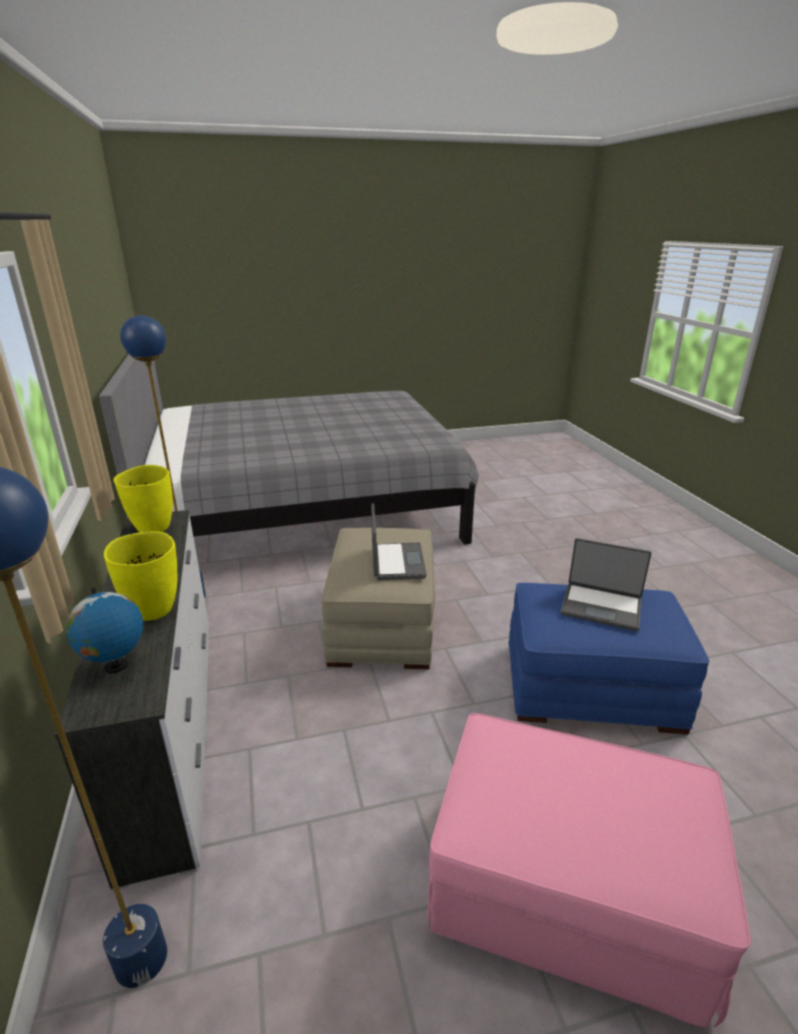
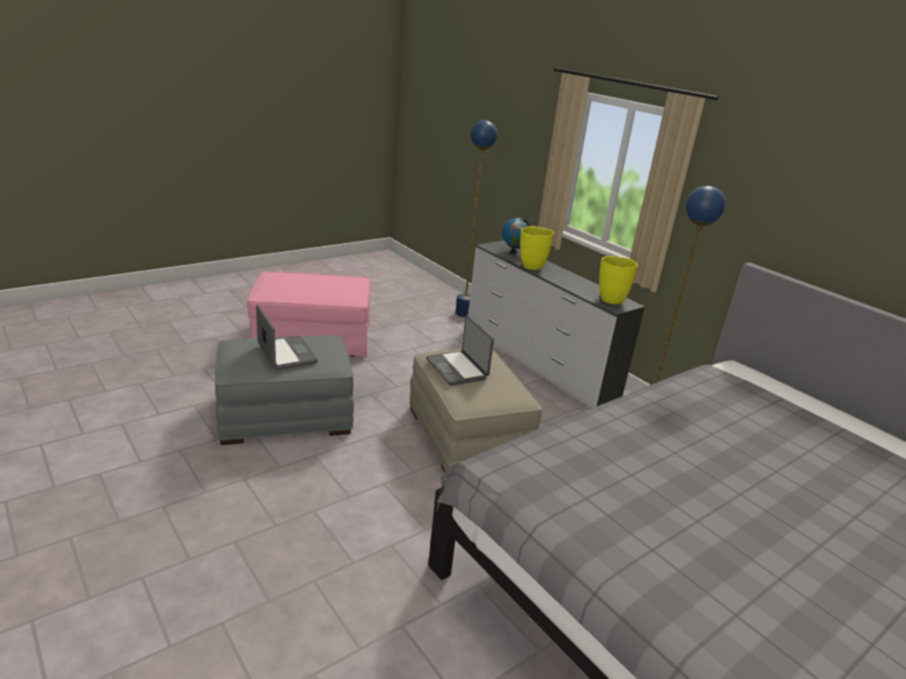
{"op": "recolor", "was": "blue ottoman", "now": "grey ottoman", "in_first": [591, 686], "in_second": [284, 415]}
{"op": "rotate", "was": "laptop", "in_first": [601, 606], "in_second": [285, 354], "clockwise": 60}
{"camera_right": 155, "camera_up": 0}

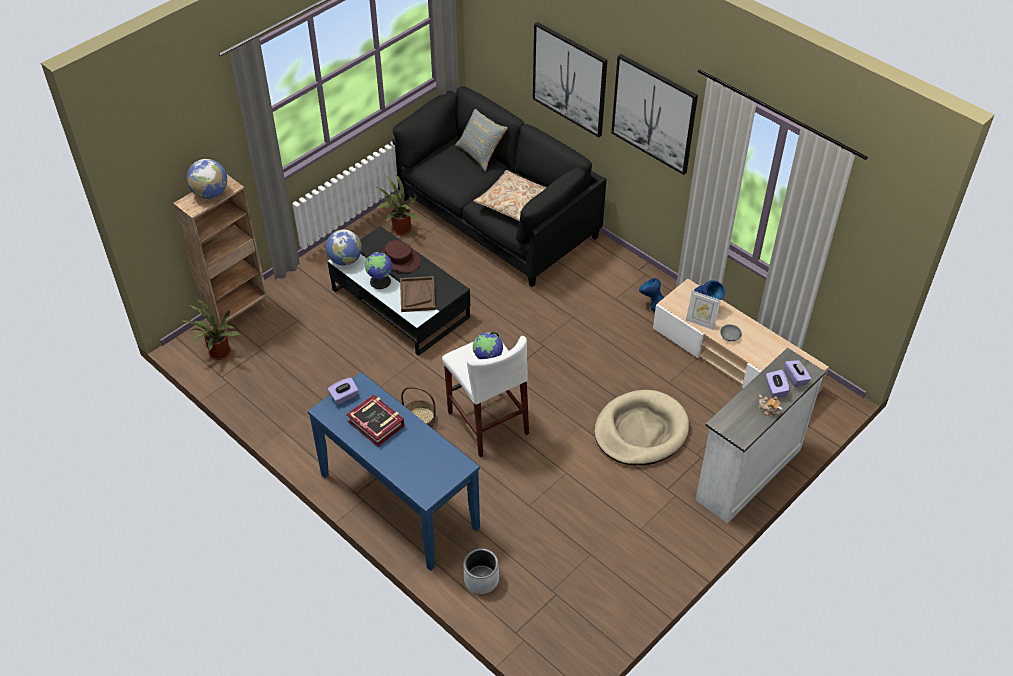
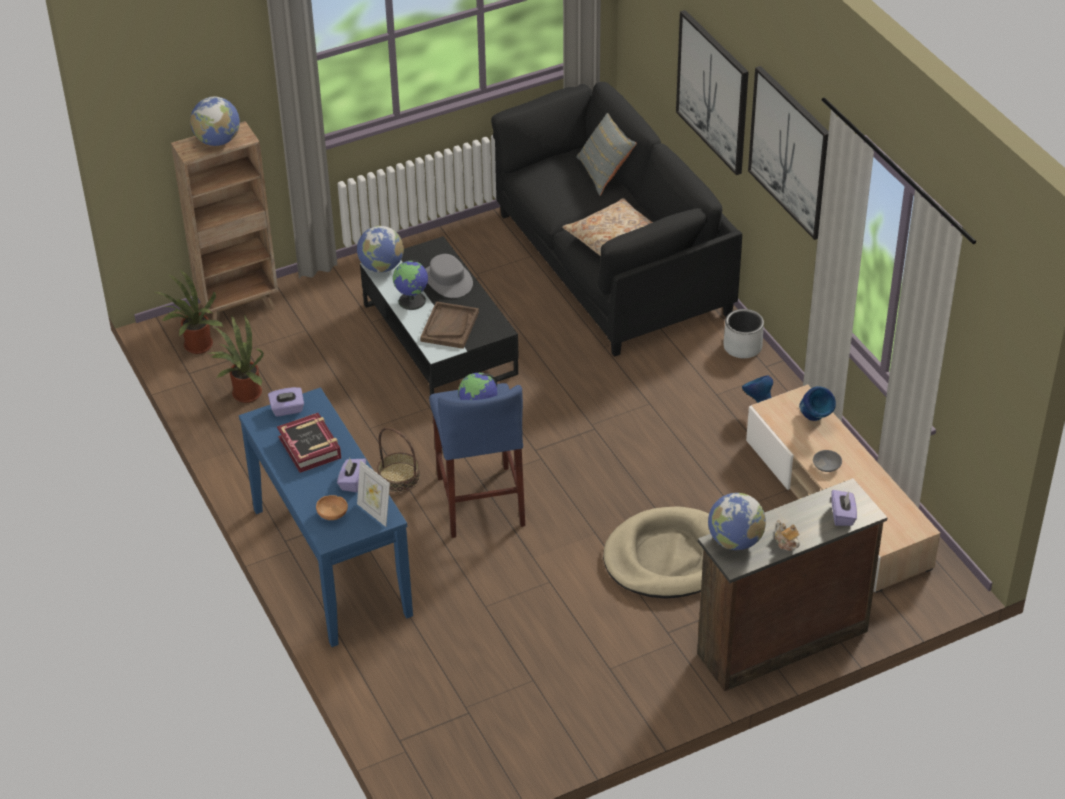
{"op": "move", "was": "potted plant", "in_first": [399, 229], "in_second": [244, 394]}
{"op": "recolor", "was": "brown hat", "now": "grey hat", "in_first": [399, 259], "in_second": [447, 280]}
{"op": "recolor", "was": "white stool", "now": "blue stool", "in_first": [487, 423], "in_second": [480, 501]}
{"op": "move", "was": "grey planter", "in_first": [481, 579], "in_second": [743, 347]}
{"op": "move", "was": "picture frame", "in_first": [700, 323], "in_second": [375, 513]}
{"op": "recolor", "was": "white dresser", "now": "brown dresser", "in_first": [746, 474], "in_second": [780, 641]}
{"op": "move", "was": "purple tissue box", "in_first": [775, 389], "in_second": [352, 482]}
{"op": "insert", "now": "brown bowl", "in_second": [333, 515]}
{"op": "insert", "now": "globe", "in_second": [735, 541]}
{"camera_right": 20, "camera_up": -5}

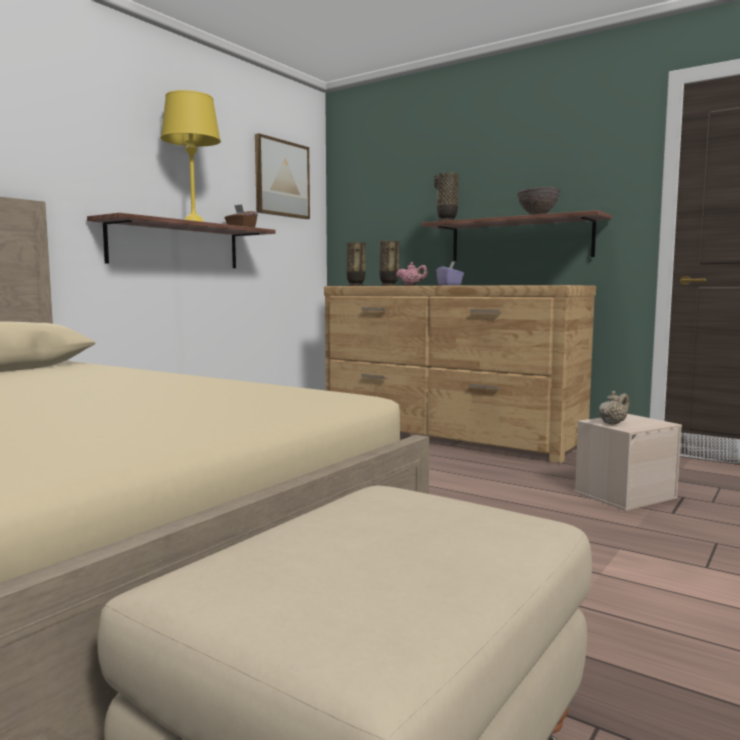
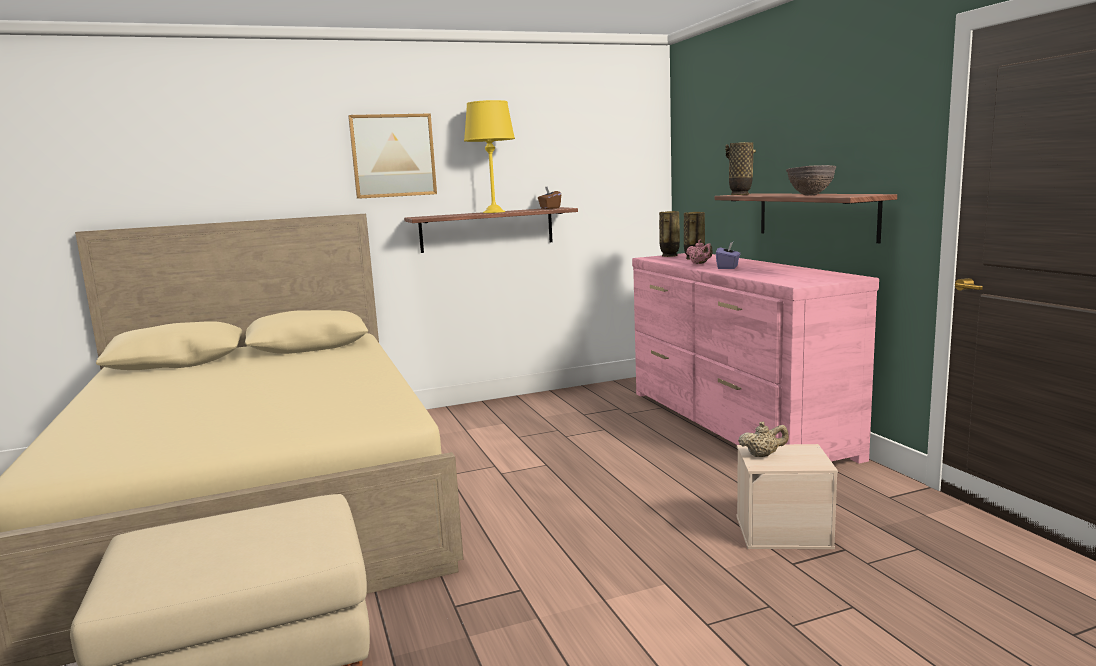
{"op": "move", "was": "picture", "in_first": [281, 178], "in_second": [393, 156]}
{"op": "recolor", "was": "brown dresser", "now": "pink dresser", "in_first": [448, 435], "in_second": [734, 423]}
{"camera_right": 35, "camera_up": 5}

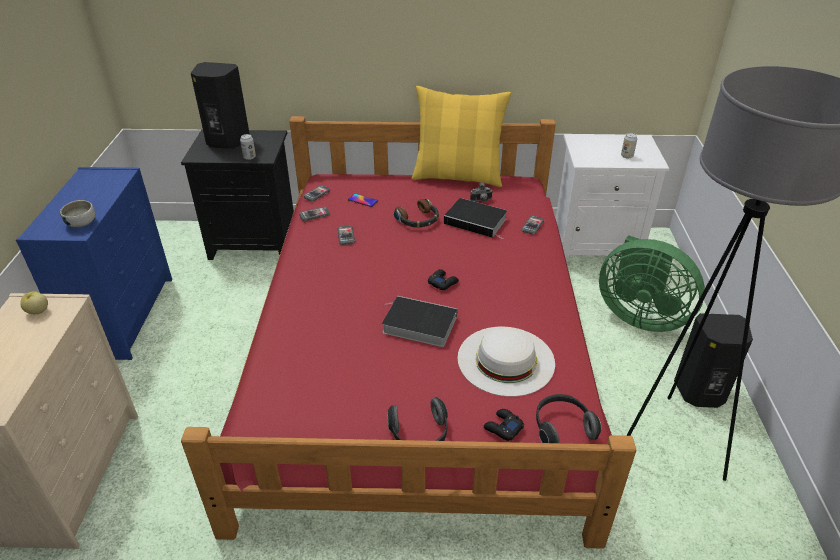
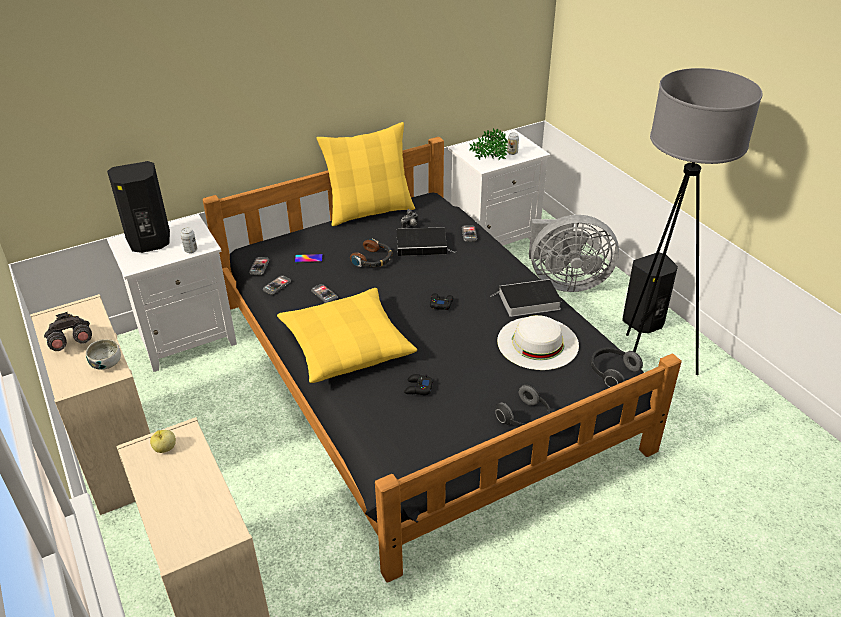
{"op": "recolor", "was": "blue dresser", "now": "beige dresser", "in_first": [125, 315], "in_second": [117, 454]}
{"op": "recolor", "was": "red bed", "now": "black bed", "in_first": [418, 347], "in_second": [420, 371]}
{"op": "recolor", "was": "black nightstand", "now": "white nightstand", "in_first": [256, 241], "in_second": [187, 337]}
{"op": "move", "was": "book", "in_first": [417, 324], "in_second": [527, 301]}
{"op": "move", "was": "black game controller", "in_first": [503, 427], "in_second": [418, 388]}
{"op": "recolor", "was": "green fan", "now": "grey fan", "in_first": [640, 315], "in_second": [565, 282]}
{"op": "insert", "now": "grey binoculars", "in_second": [71, 343]}
{"op": "insert", "now": "yellow pillow", "in_second": [346, 345]}
{"op": "insert", "now": "potted plant", "in_second": [488, 159]}
{"camera_right": -30, "camera_up": 0}

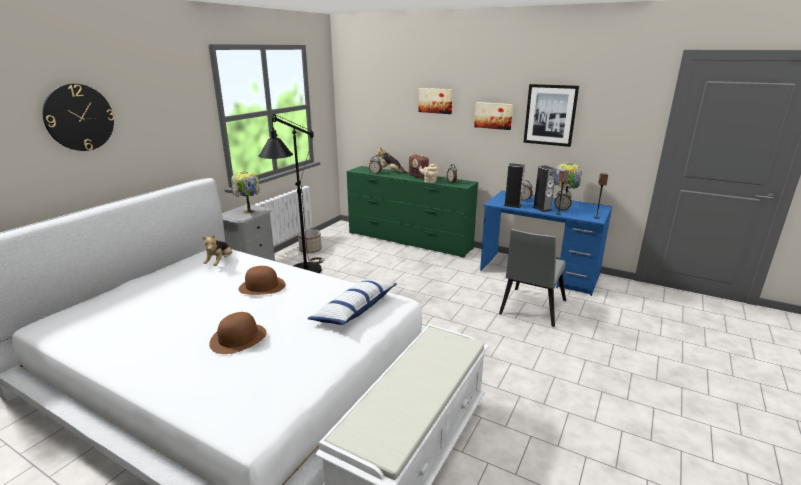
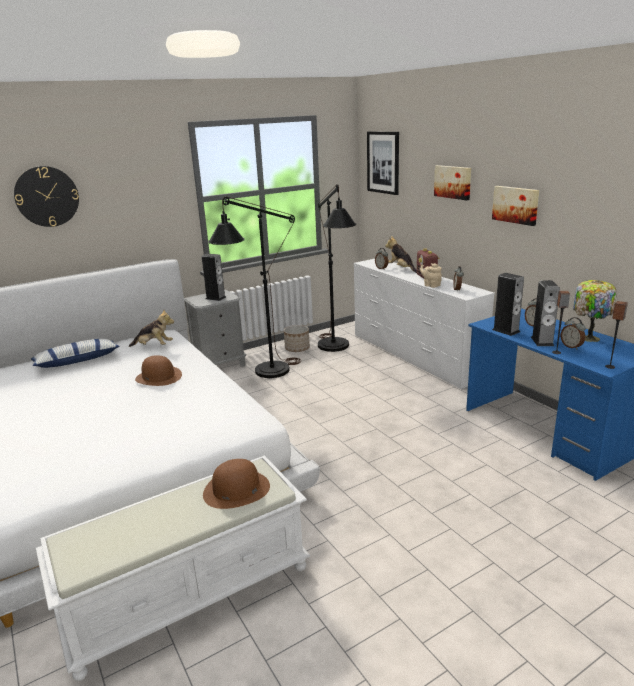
{"op": "rotate", "was": "plush toy", "in_first": [220, 263], "in_second": [154, 346], "clockwise": -120}
{"op": "move", "was": "brown hat", "in_first": [238, 338], "in_second": [236, 490]}
{"op": "replace", "was": "table lamp", "now": "speaker", "in_first": [248, 212], "in_second": [215, 298]}
{"op": "move", "was": "pillow", "in_first": [355, 310], "in_second": [77, 361]}
{"op": "recolor", "was": "green dresser", "now": "white dresser", "in_first": [409, 240], "in_second": [414, 356]}
{"op": "delete", "was": "grey chair", "in_first": [530, 309]}
{"op": "move", "was": "picture", "in_first": [550, 115], "in_second": [383, 162]}
{"op": "insert", "now": "black floor lamp", "in_second": [335, 348]}
{"camera_right": 30, "camera_up": 0}

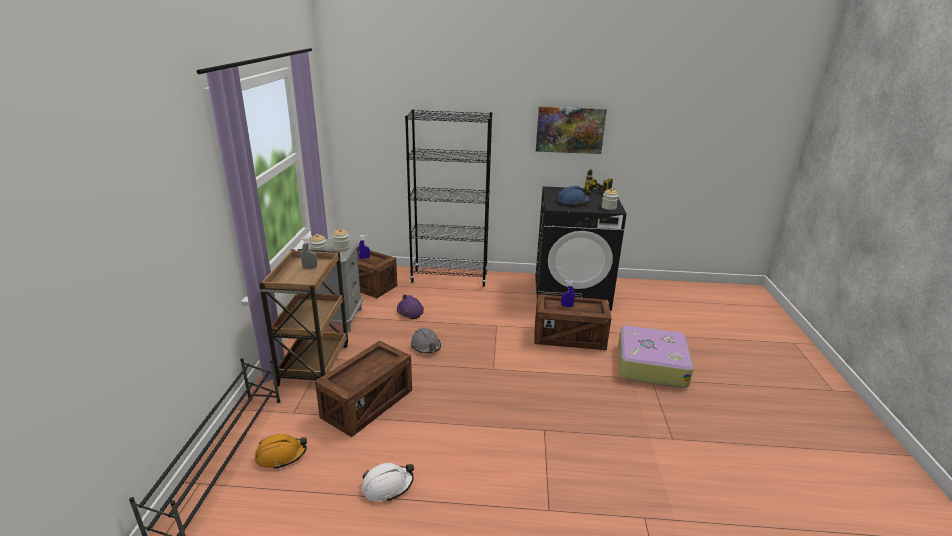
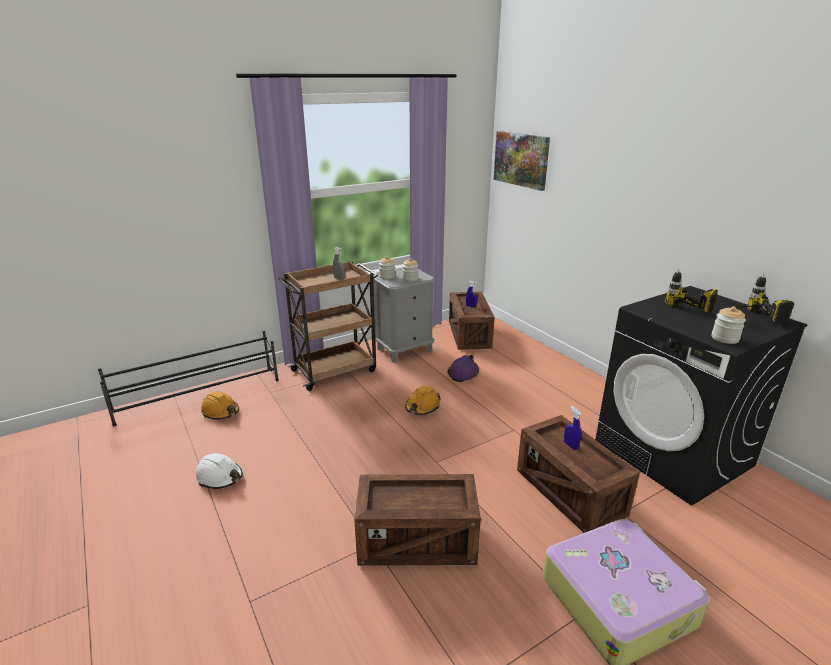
{"op": "move", "was": "crate", "in_first": [367, 404], "in_second": [417, 541]}
{"op": "delete", "was": "black bookcase", "in_first": [449, 278]}
{"op": "recolor", "was": "grey hard hat", "now": "orange hard hat", "in_first": [426, 346], "in_second": [422, 407]}
{"op": "move", "was": "picture", "in_first": [570, 130], "in_second": [521, 159]}
{"op": "replace", "was": "blue hard hat", "now": "power drill", "in_first": [572, 202], "in_second": [682, 313]}
{"camera_right": 55, "camera_up": 0}

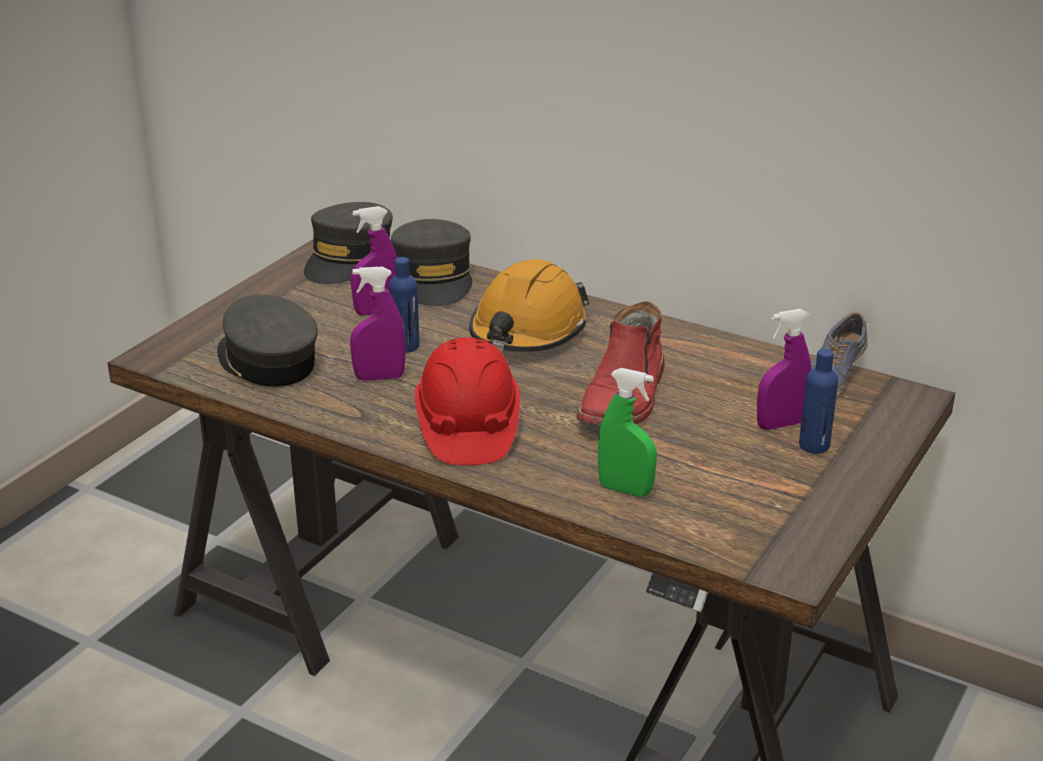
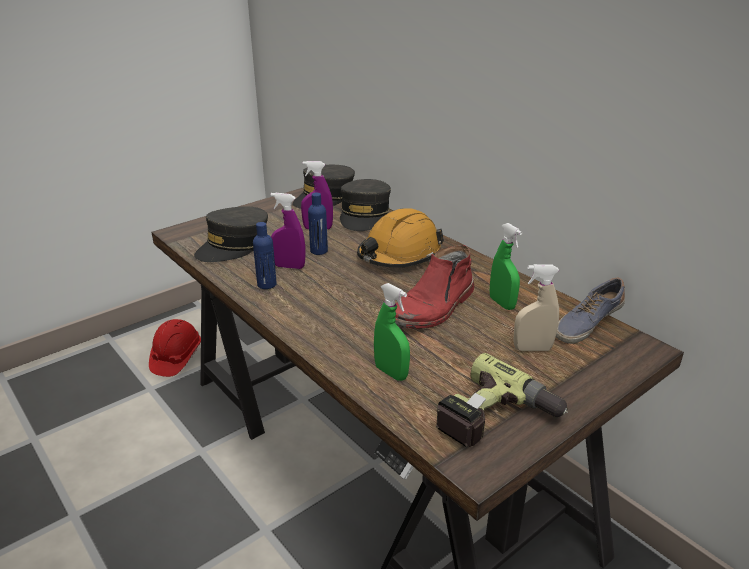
{"op": "rotate", "was": "grey cap", "in_first": [266, 361], "in_second": [233, 246], "clockwise": -120}
{"op": "move", "was": "red hard hat", "in_first": [467, 428], "in_second": [176, 358]}
{"op": "recolor", "was": "purple spray bottle", "now": "beige spray bottle", "in_first": [780, 424], "in_second": [532, 349]}
{"op": "move", "was": "blue bottle", "in_first": [814, 445], "in_second": [267, 284]}
{"op": "insert", "now": "power drill", "in_second": [497, 420]}
{"op": "insert", "now": "green spray bottle", "in_second": [502, 303]}
{"camera_right": 20, "camera_up": 0}

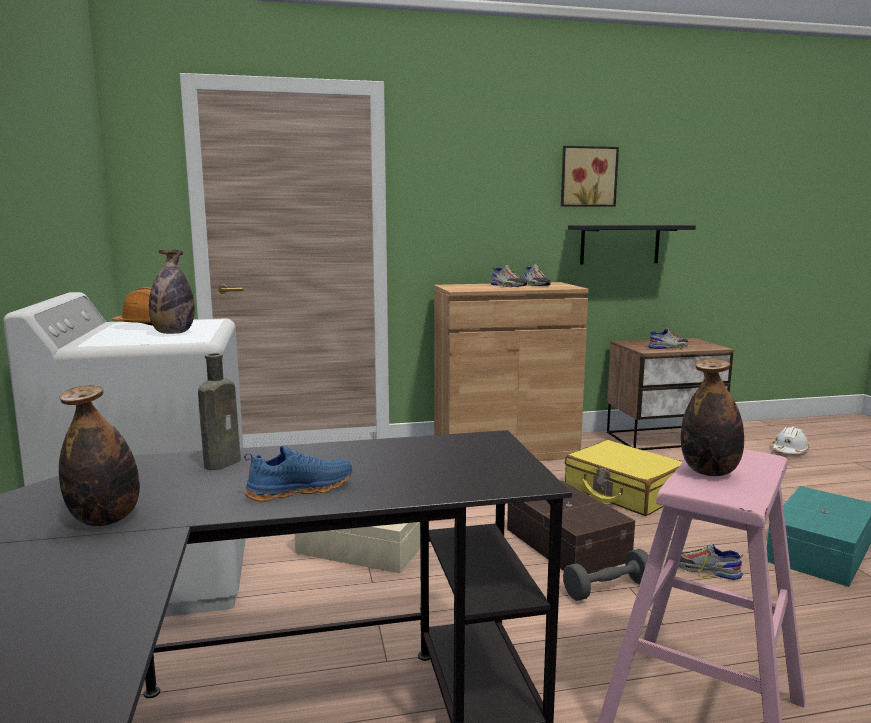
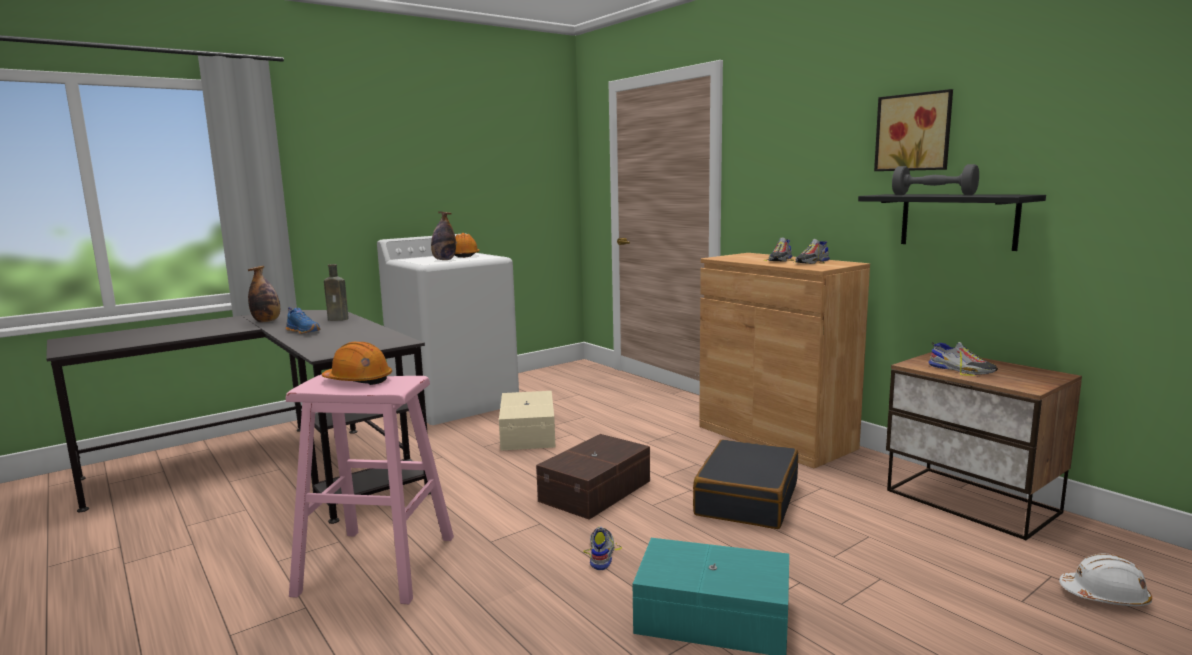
{"op": "move", "was": "grey dumbbell", "in_first": [607, 589], "in_second": [933, 194]}
{"op": "recolor", "was": "yellow suitcase", "now": "black suitcase", "in_first": [623, 491], "in_second": [746, 499]}
{"op": "replace", "was": "bottle", "now": "orange hard hat", "in_first": [709, 472], "in_second": [358, 380]}
{"camera_right": 65, "camera_up": 0}

